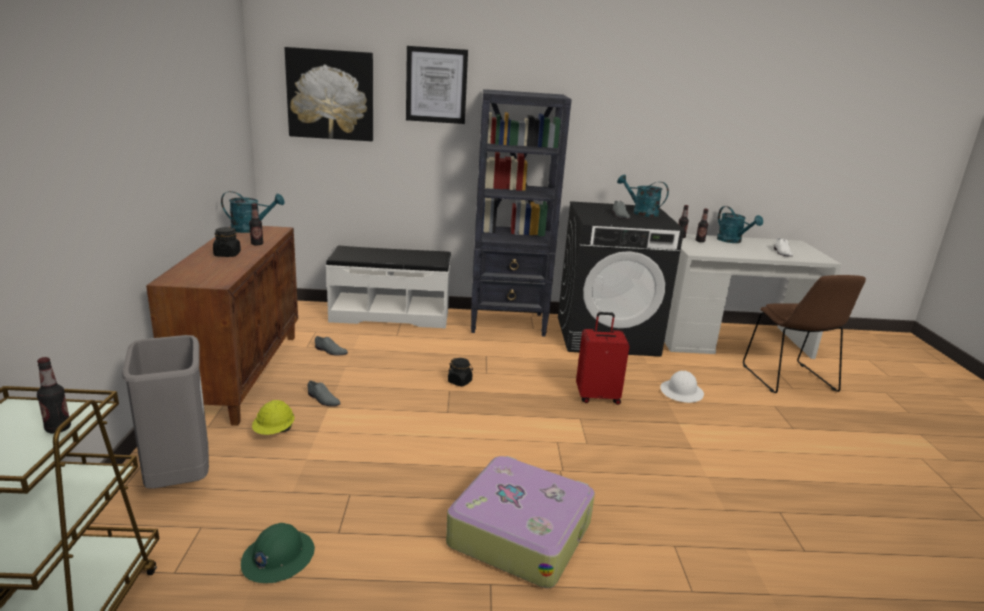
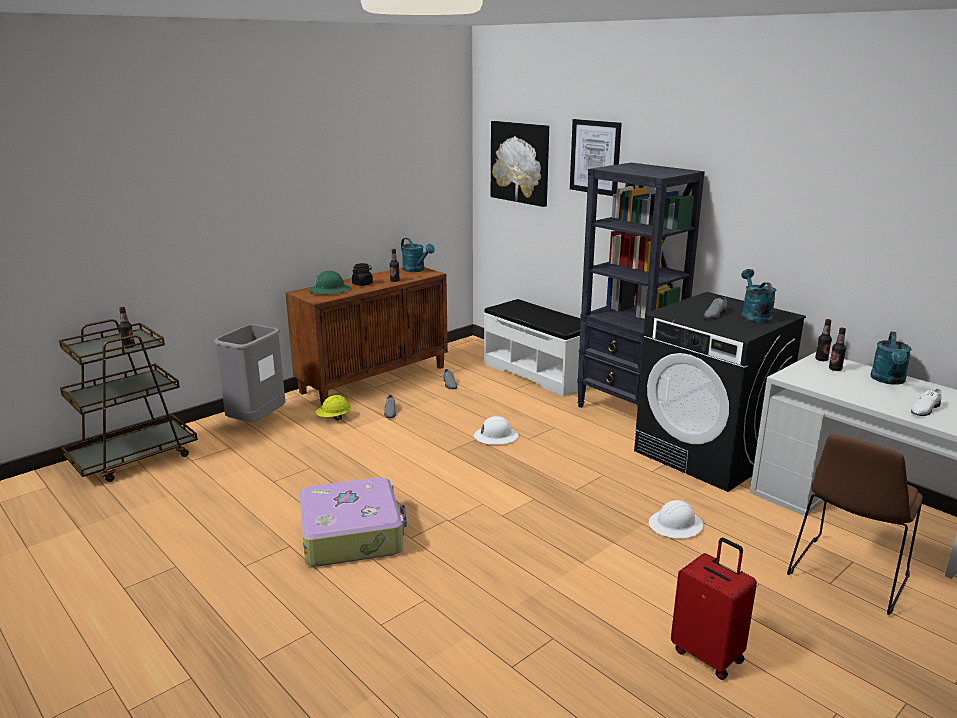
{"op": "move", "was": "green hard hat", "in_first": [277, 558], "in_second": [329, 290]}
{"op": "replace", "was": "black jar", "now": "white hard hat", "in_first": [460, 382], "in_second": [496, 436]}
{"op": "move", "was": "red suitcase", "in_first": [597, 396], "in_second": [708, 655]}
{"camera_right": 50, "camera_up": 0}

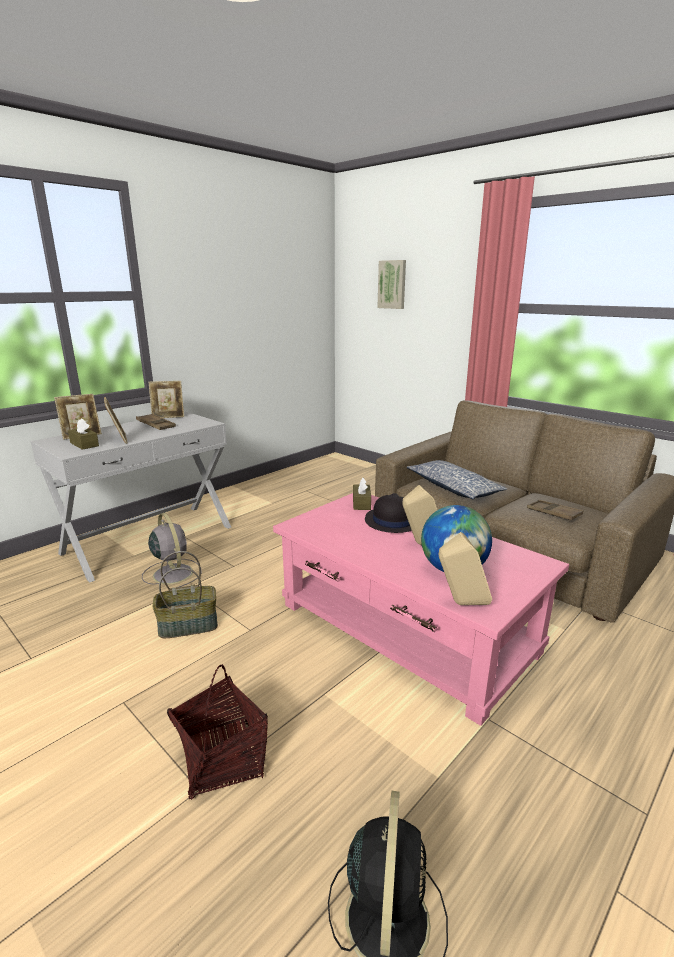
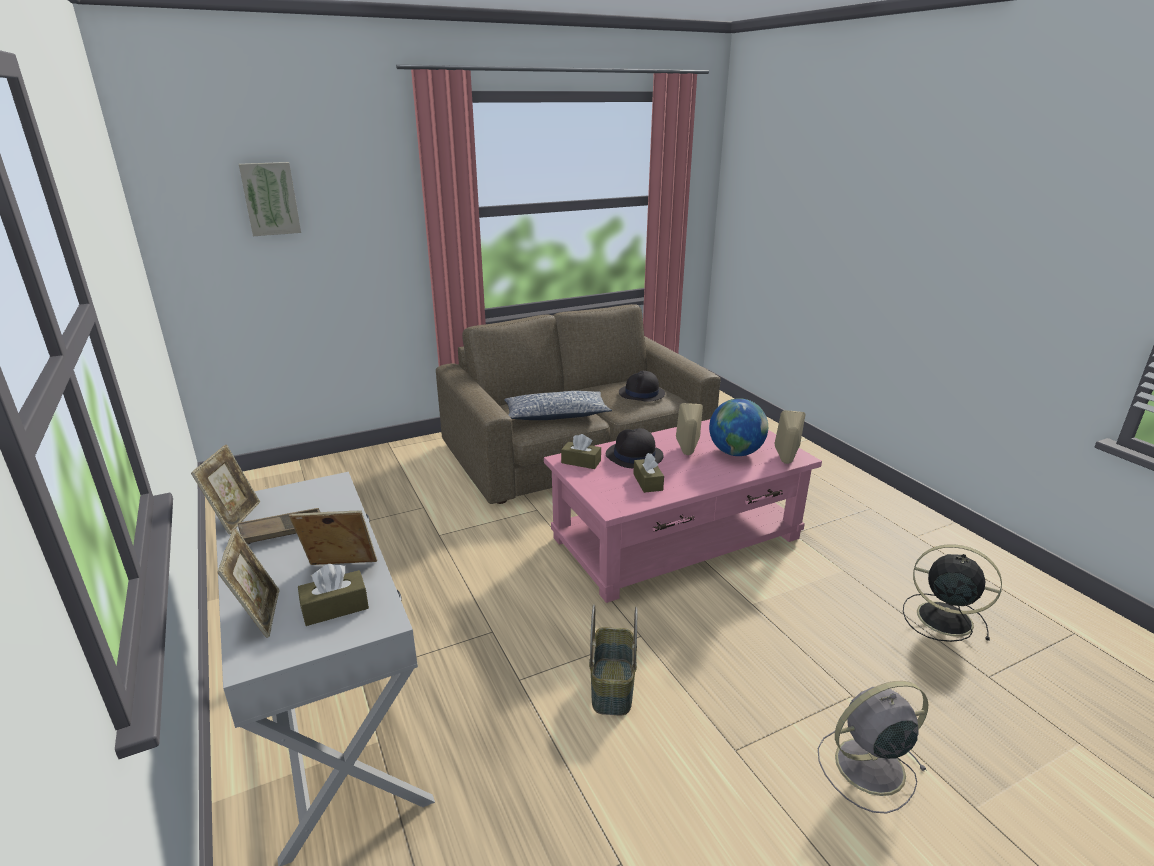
{"op": "move", "was": "grey fan", "in_first": [172, 573], "in_second": [867, 767]}
{"op": "delete", "was": "basket", "in_first": [221, 760]}
{"op": "replace", "was": "brown tray", "now": "black hat", "in_first": [553, 513], "in_second": [642, 394]}
{"op": "insert", "now": "brown tissue box", "in_second": [648, 482]}
{"camera_right": -70, "camera_up": 5}

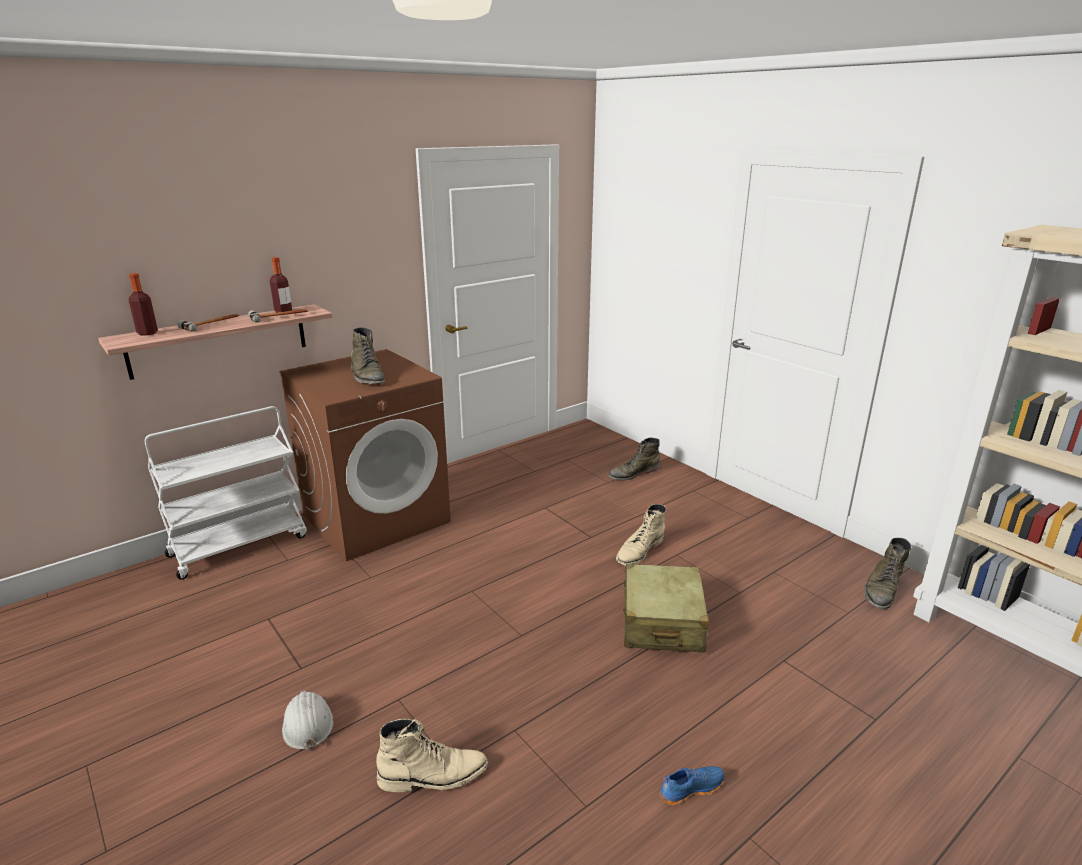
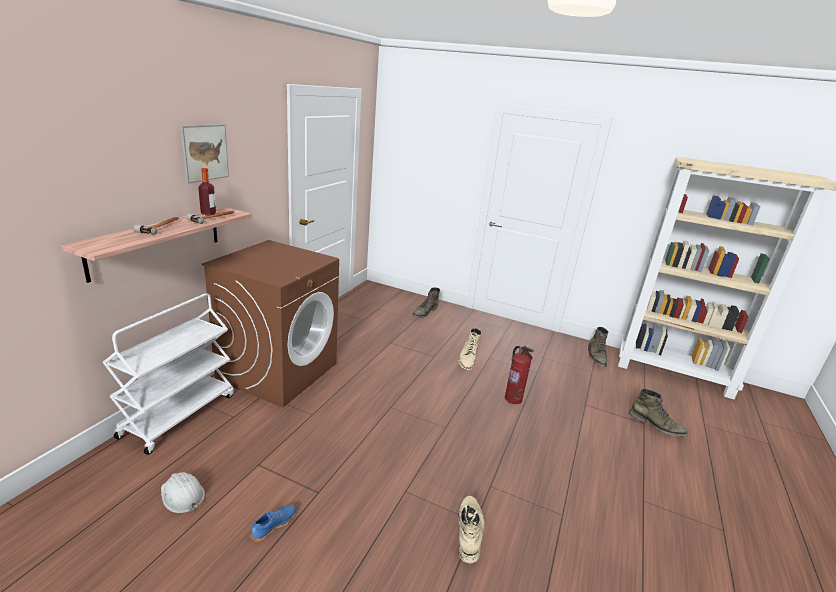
{"op": "delete", "was": "bottle", "in_first": [147, 333]}
{"op": "move", "was": "white hard hat", "in_first": [307, 724], "in_second": [182, 495]}
{"op": "move", "was": "green boot", "in_first": [367, 376], "in_second": [656, 425]}
{"op": "rotate", "was": "beige boot", "in_first": [433, 776], "in_second": [469, 531], "clockwise": -45}
{"op": "replace", "was": "beige suitcase", "now": "fire extinguisher", "in_first": [662, 622], "in_second": [513, 399]}
{"op": "move", "was": "blue shoe", "in_first": [690, 788], "in_second": [273, 525]}
{"op": "insert", "now": "picture", "in_second": [205, 152]}
{"camera_right": -30, "camera_up": 0}

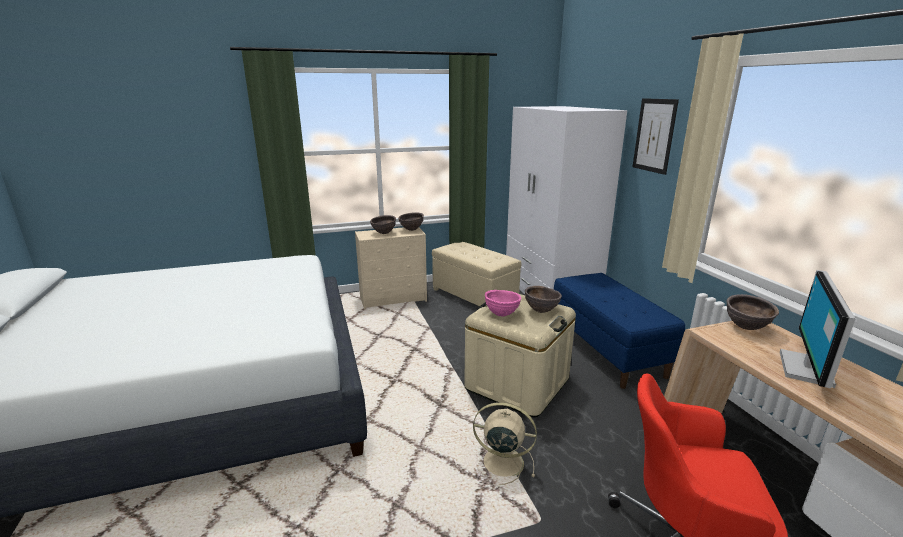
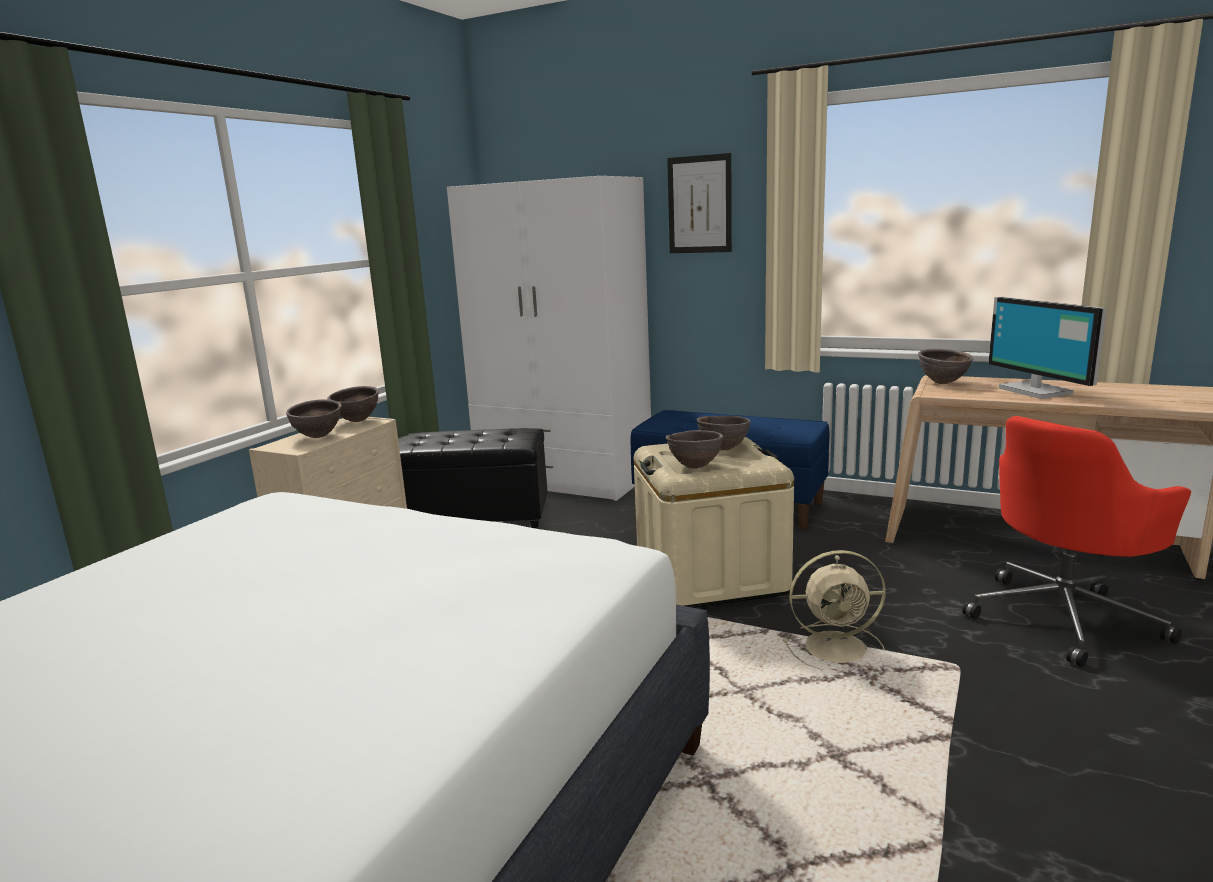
{"op": "recolor", "was": "beige ottoman", "now": "black ottoman", "in_first": [474, 296], "in_second": [472, 517]}
{"op": "rotate", "was": "beige fan", "in_first": [500, 462], "in_second": [838, 648], "clockwise": -150}
{"op": "recolor", "was": "pink bowl", "now": "brown bowl", "in_first": [502, 314], "in_second": [695, 467]}
{"camera_right": -45, "camera_up": -5}

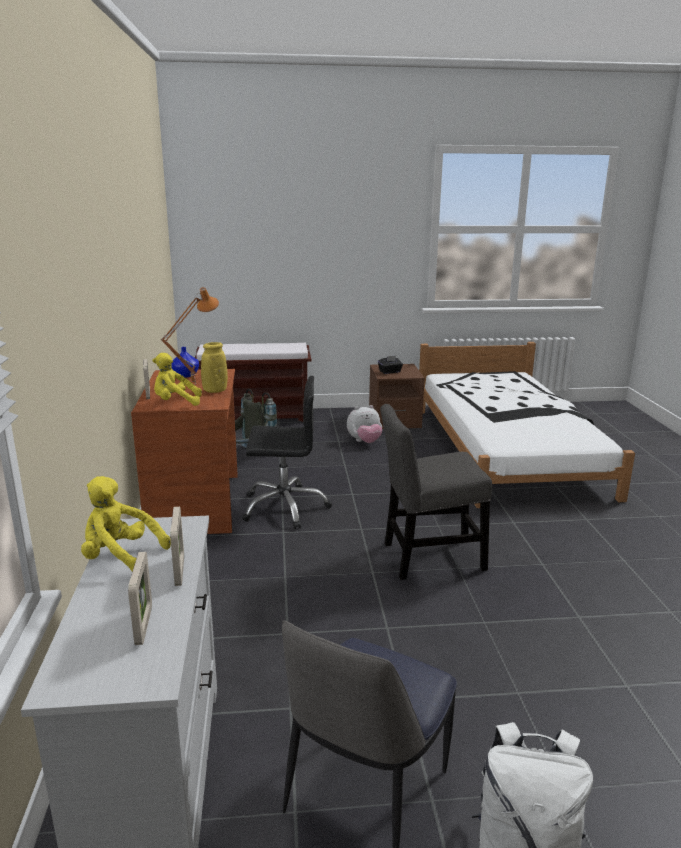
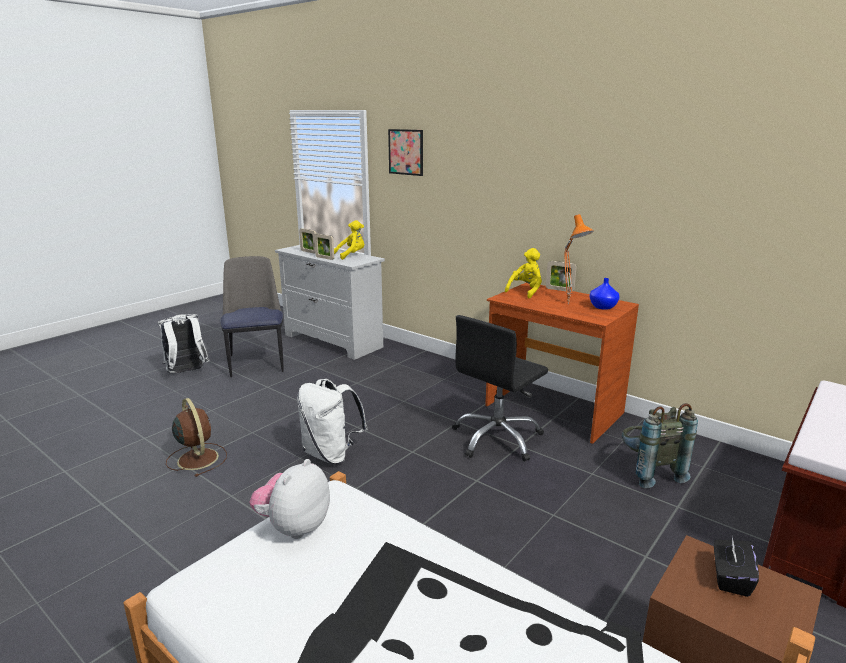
{"op": "delete", "was": "yellow vase", "in_first": [215, 391]}
{"op": "move", "was": "plush toy", "in_first": [364, 442], "in_second": [294, 527]}
{"op": "replace", "was": "grey chair", "now": "white backpack", "in_first": [428, 558], "in_second": [331, 454]}
{"op": "insert", "now": "brown fan", "in_second": [197, 458]}
{"op": "insert", "now": "picture", "in_second": [406, 152]}
{"camera_right": 135, "camera_up": 0}

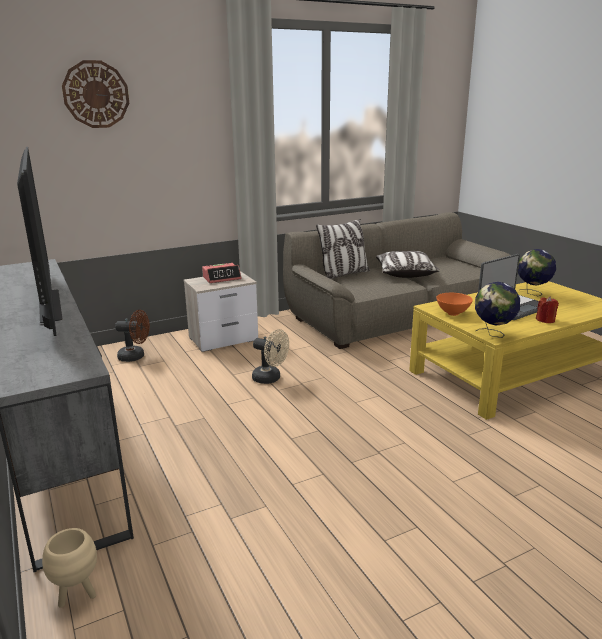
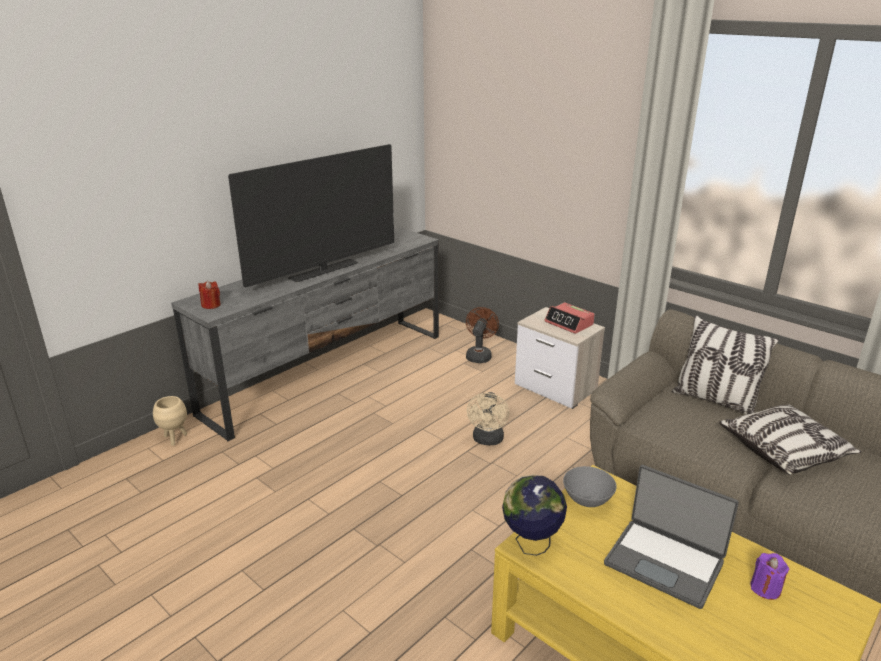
{"op": "delete", "was": "wall clock", "in_first": [96, 94]}
{"op": "rotate", "was": "brown fan", "in_first": [135, 357], "in_second": [479, 355], "clockwise": -150}
{"op": "recolor", "was": "orange bowl", "now": "grey bowl", "in_first": [452, 313], "in_second": [586, 501]}
{"op": "replace", "was": "globe", "now": "purple candle", "in_first": [532, 293], "in_second": [765, 588]}
{"op": "move", "was": "red candle", "in_first": [545, 320], "in_second": [211, 305]}
{"camera_right": 70, "camera_up": 5}

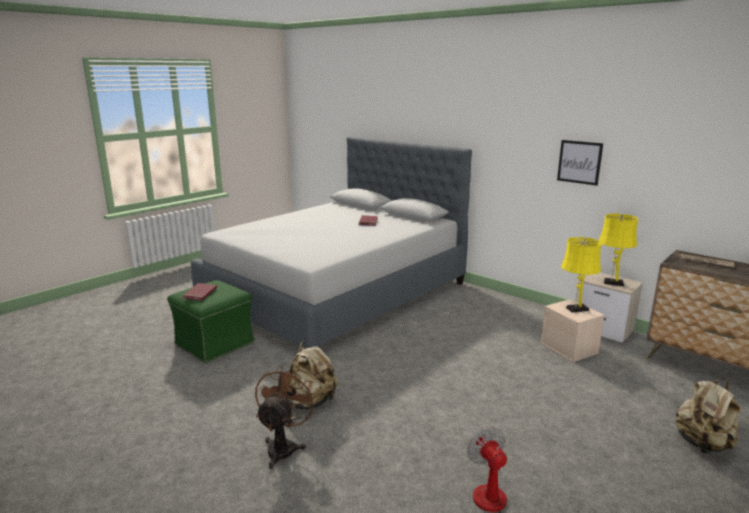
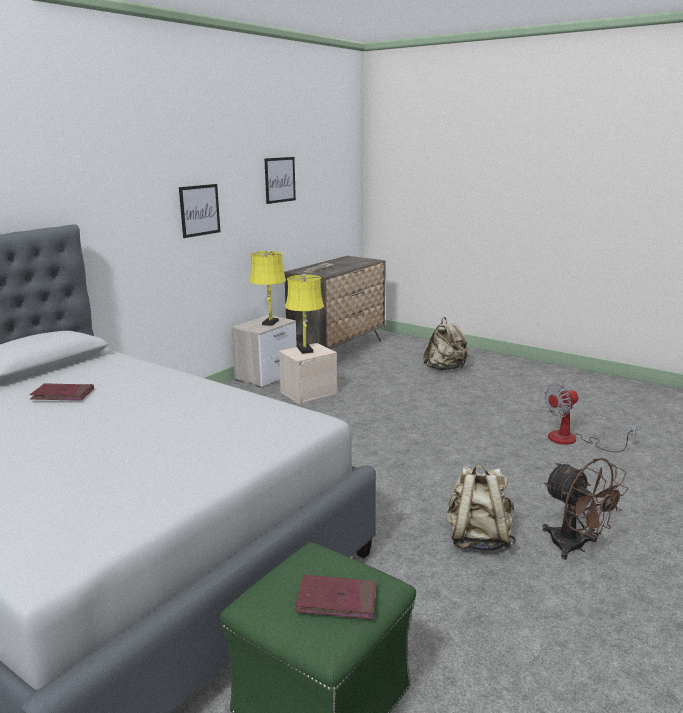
{"op": "rotate", "was": "brown fan", "in_first": [284, 447], "in_second": [575, 547], "clockwise": -135}
{"op": "insert", "now": "picture", "in_second": [280, 180]}
{"camera_right": -95, "camera_up": 0}

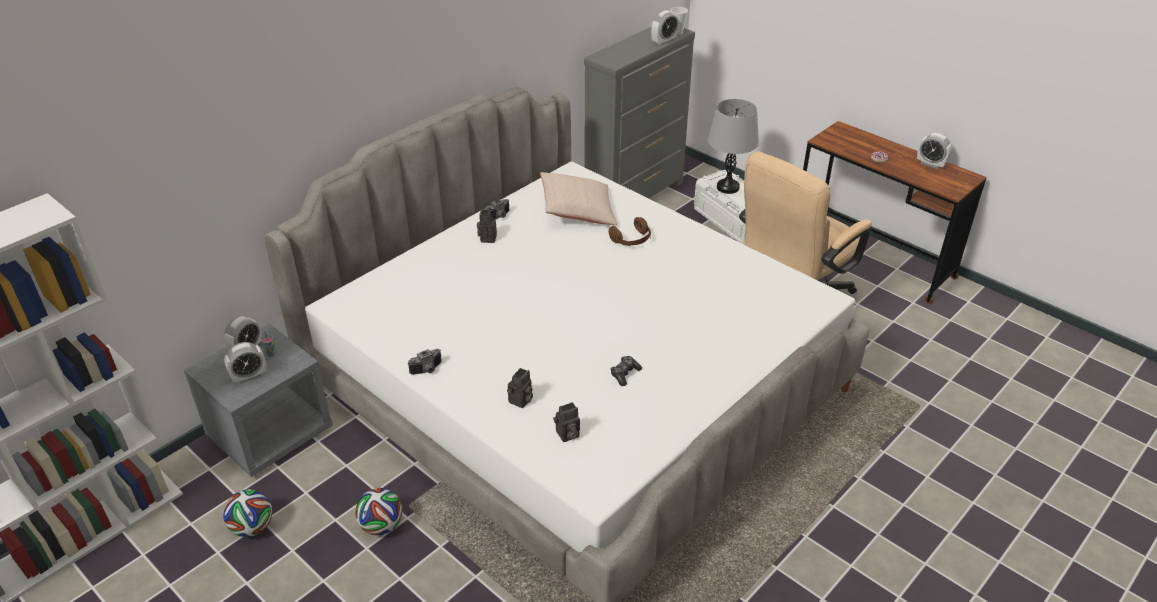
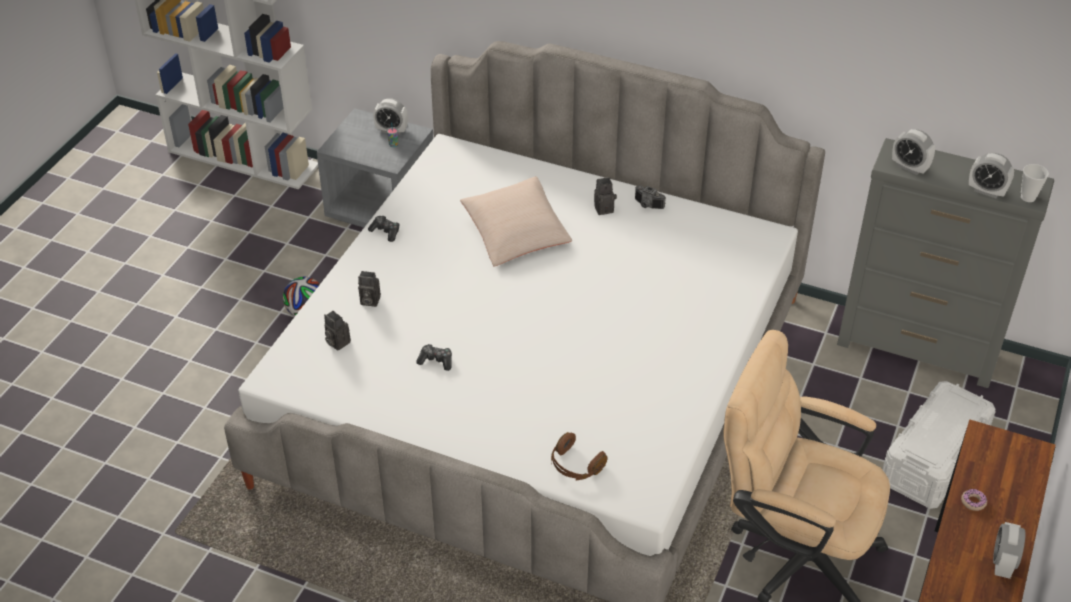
{"op": "delete", "was": "football", "in_first": [252, 527]}
{"op": "move", "was": "alarm clock", "in_first": [249, 376], "in_second": [909, 167]}
{"op": "replace", "was": "photo camera", "now": "game controller", "in_first": [428, 370], "in_second": [385, 232]}
{"op": "move", "was": "beige pillow", "in_first": [577, 211], "in_second": [515, 234]}
{"op": "move", "was": "brown headphones", "in_first": [631, 240], "in_second": [575, 465]}
{"op": "delete", "was": "grey table lamp", "in_first": [727, 187]}
{"camera_right": 70, "camera_up": 5}

